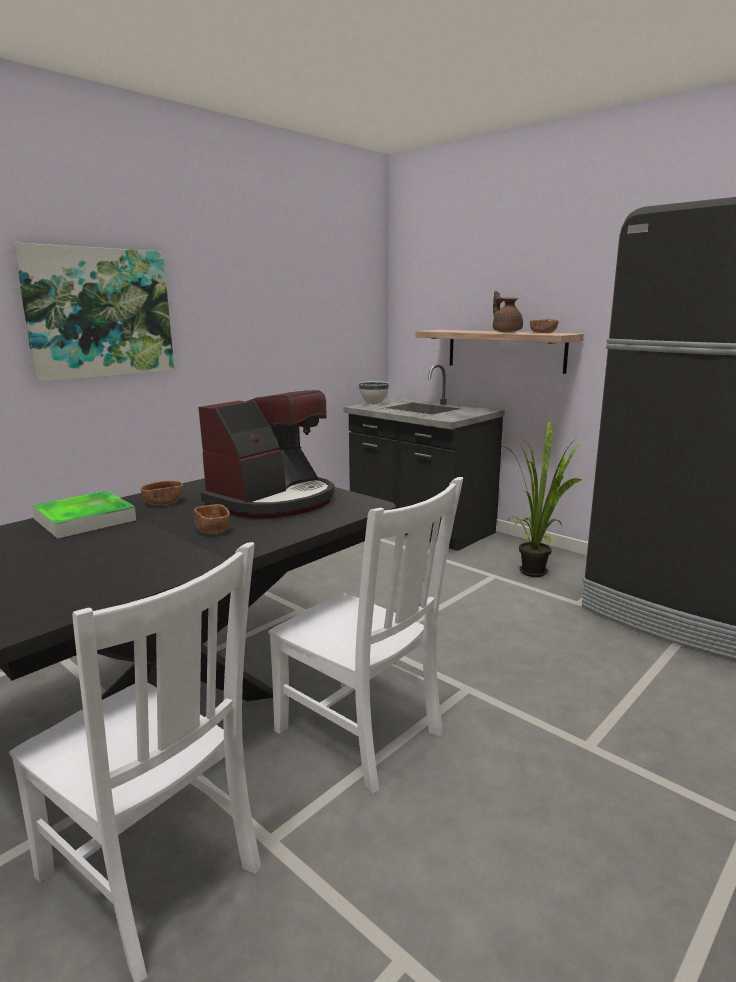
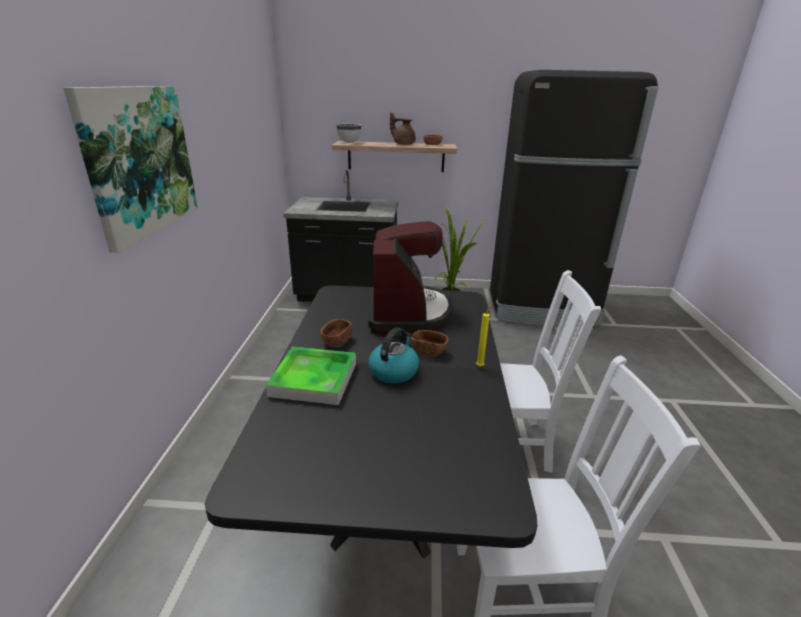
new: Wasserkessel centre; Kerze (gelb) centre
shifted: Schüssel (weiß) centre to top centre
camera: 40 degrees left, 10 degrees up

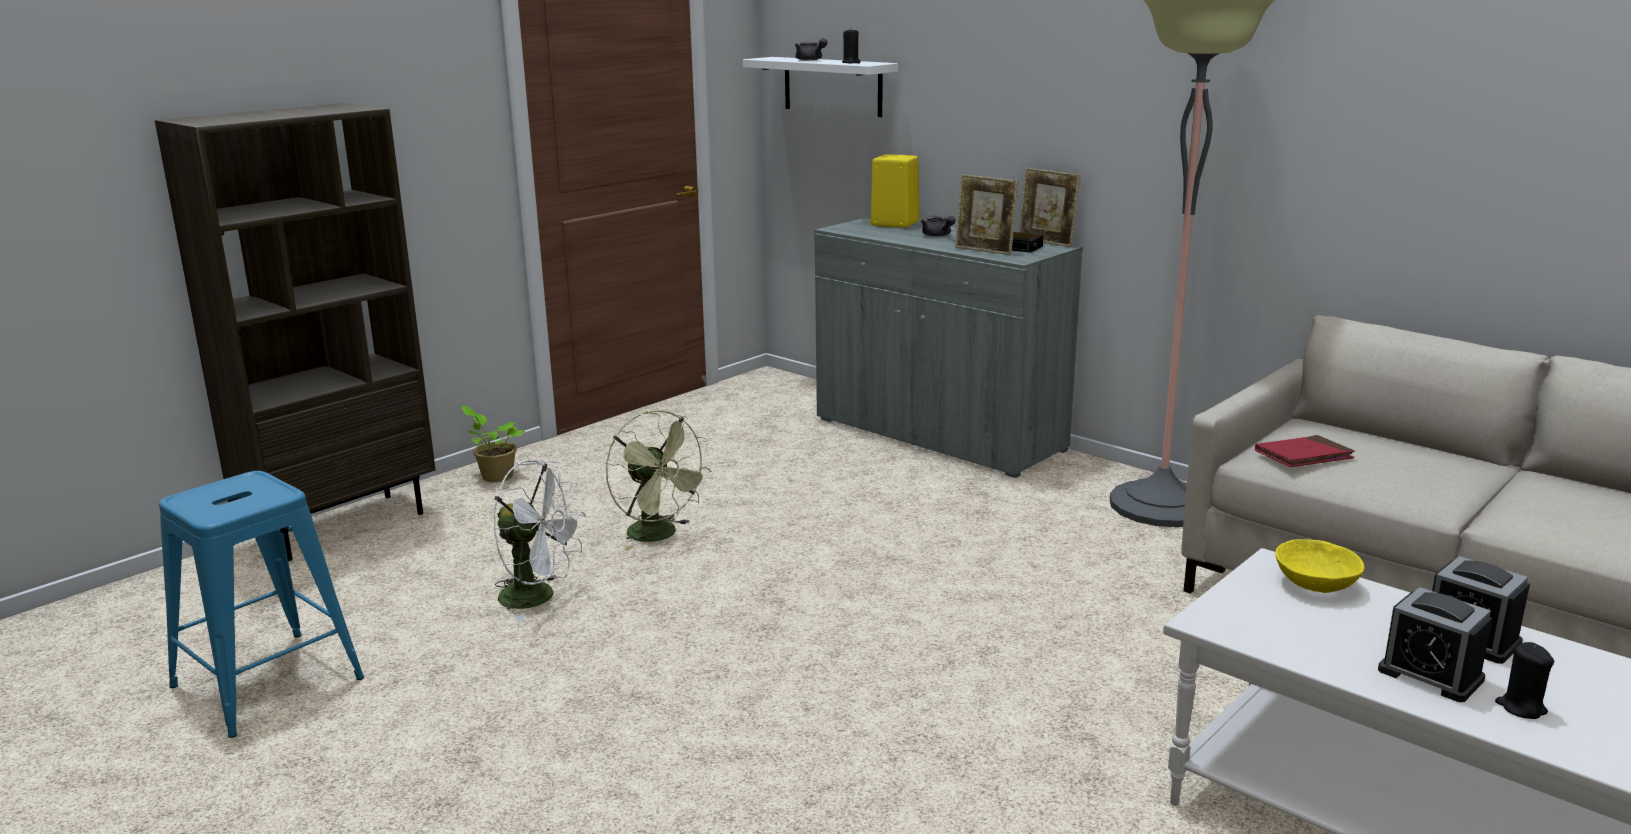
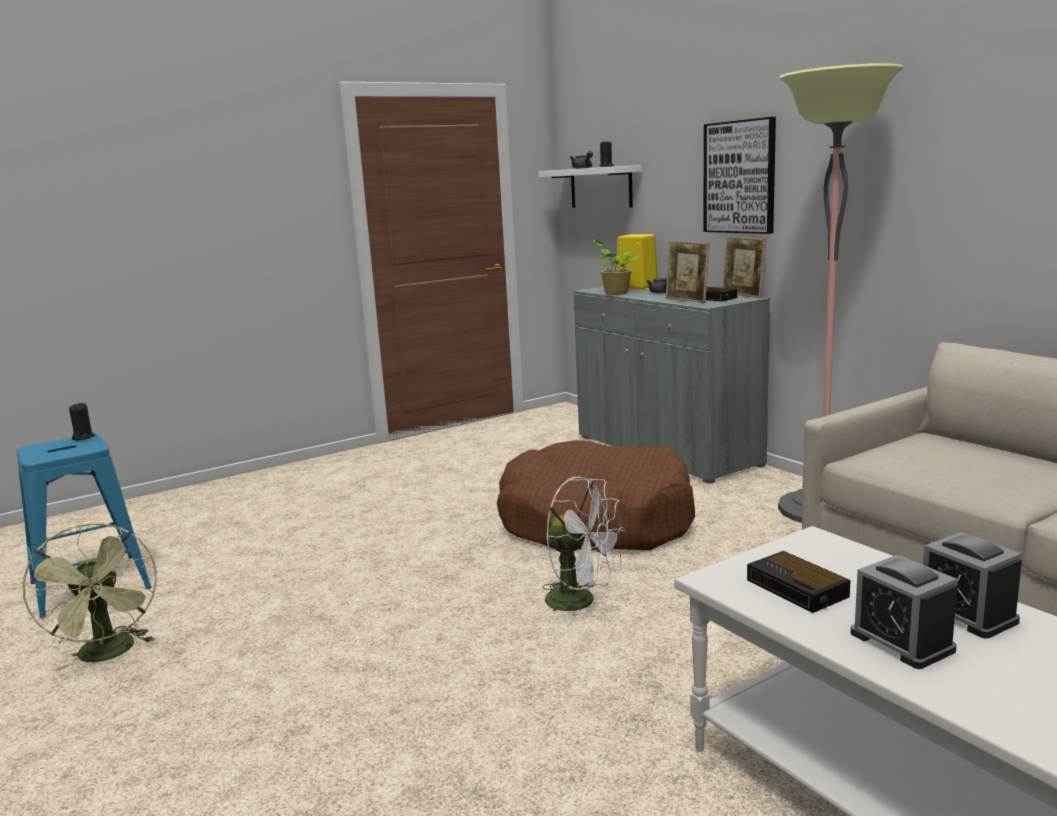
gone: Bücherregal (braun) middle left; Buch (rot) middle right; Schüssel (gelb) bottom right
new: Hundebett (braun) centre; Bild top right; Wecker (no. 2 from left) bottom right
shifted: Topfpflanze middle left to top centre; Ventilator (weiß) middle left to bottom centre; Ventilator (grün) centre to bottom left; Kerze (schwarz) (no. 2 from left in the first image) bottom right to Kerze (schwarz) (no. 1 from left) middle left
camera: 15 degrees right, 5 degrees down

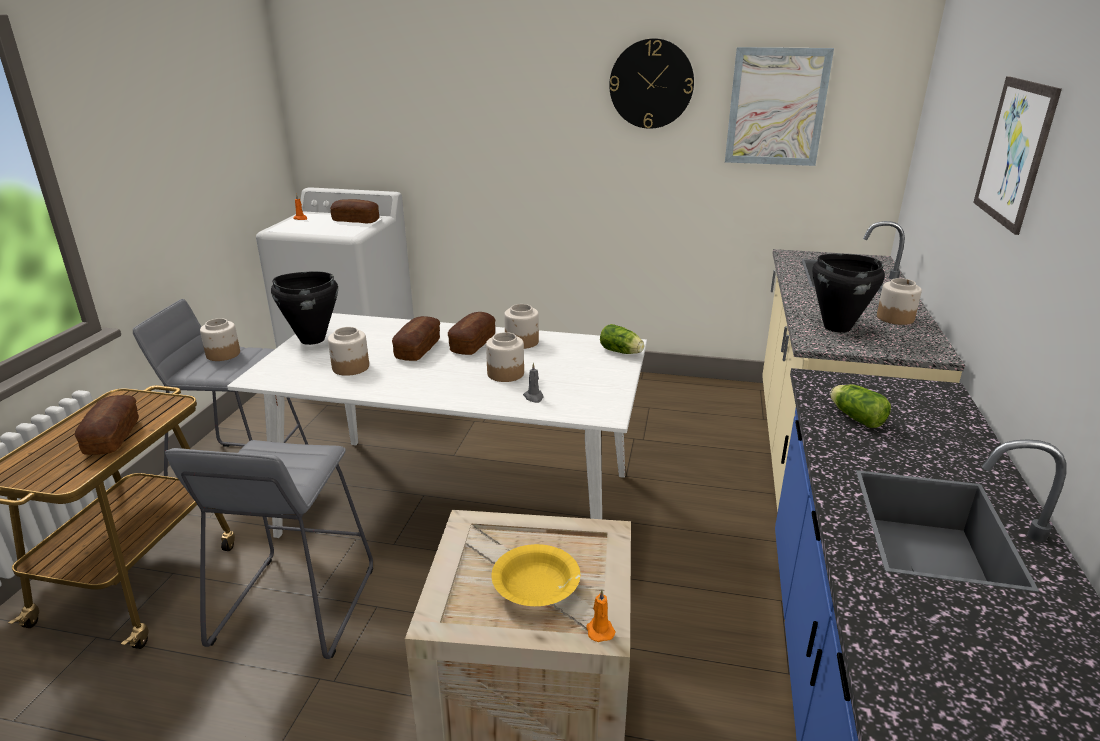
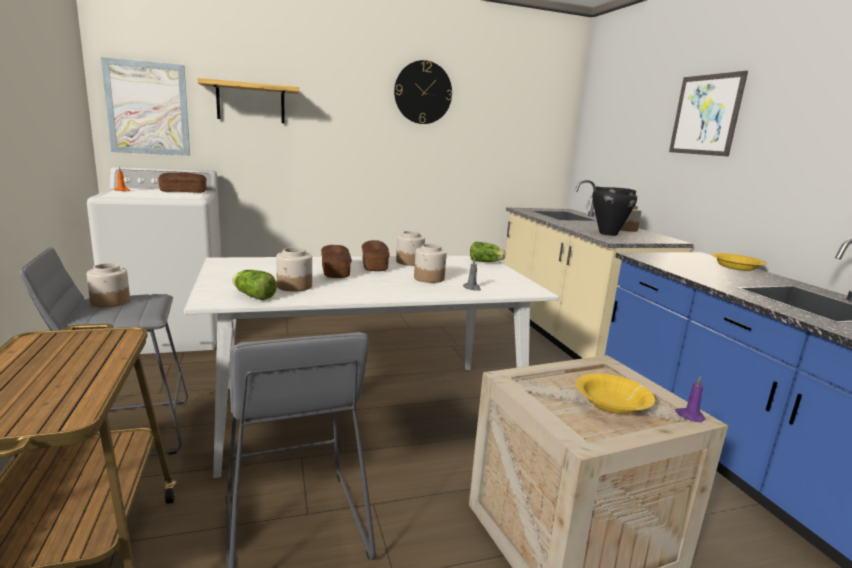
gone: Brot (no. 1 from left) middle left; Kochtopf (schwarz) (no. 1 from left) middle left
new: Wandregal top left; Schüssel (gelb) (no. 2 from left) middle right
shifted: Bild (no. 1 from left) top right to top left; Salatkopf (no. 2 from left in the first image) middle right to Salatkopf (no. 1 from left) middle left
repainted: Kerze (orange) (no. 2 from left) bottom centre to Kerze (lila) bottom right
camera: 30 degrees left, 10 degrees down

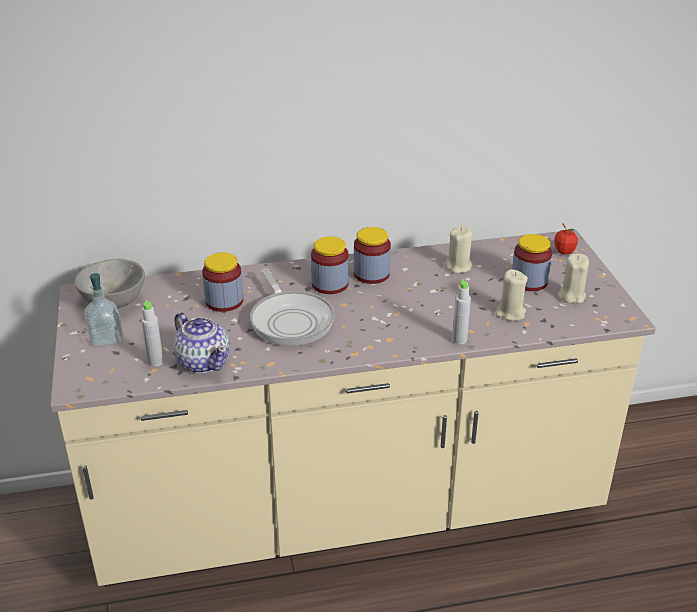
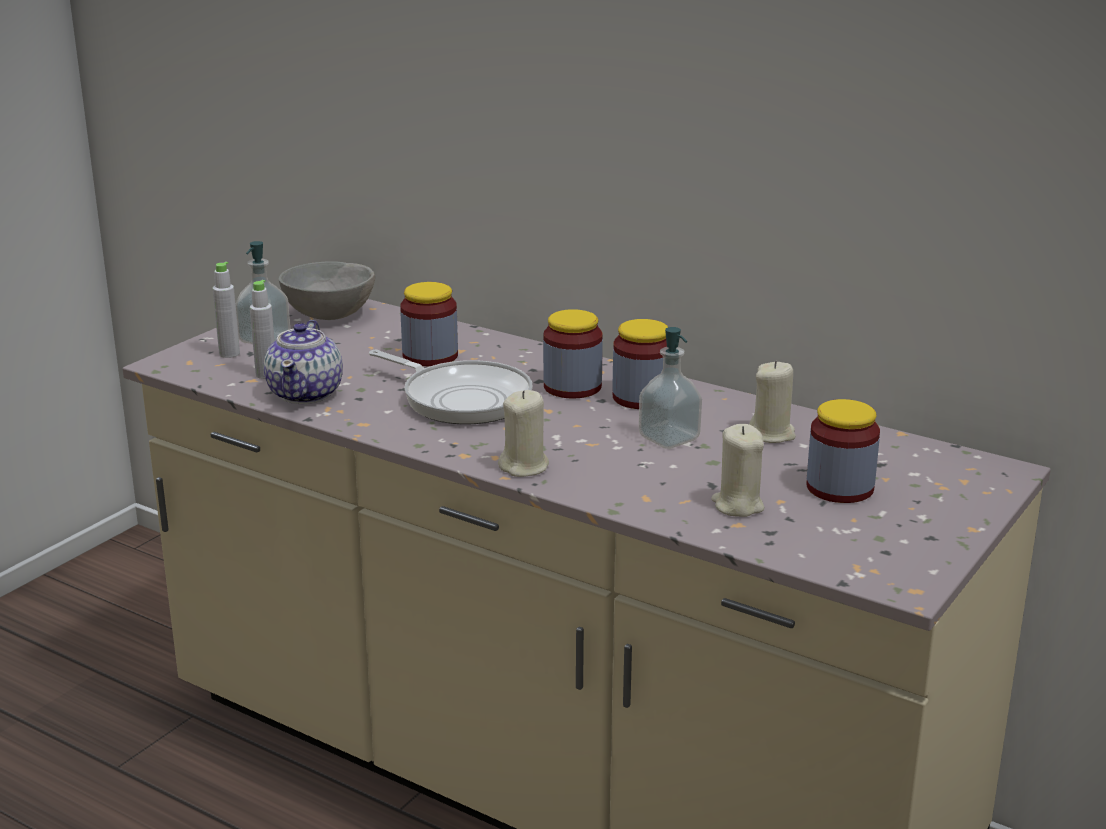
gone: Apfel middle right
new: Seifenspender (no. 2 from left) centre
shifted: Flasche (grau) (no. 2 from left in the first image) centre to Flasche (grau) (no. 1 from left) middle left; Kerze (beige) (no. 3 from left in the first image) middle right to Kerze (beige) (no. 1 from left) centre
rotated: Pfanne centre = centre 75 degrees counterclockwise
camera: 45 degrees right, 10 degrees down

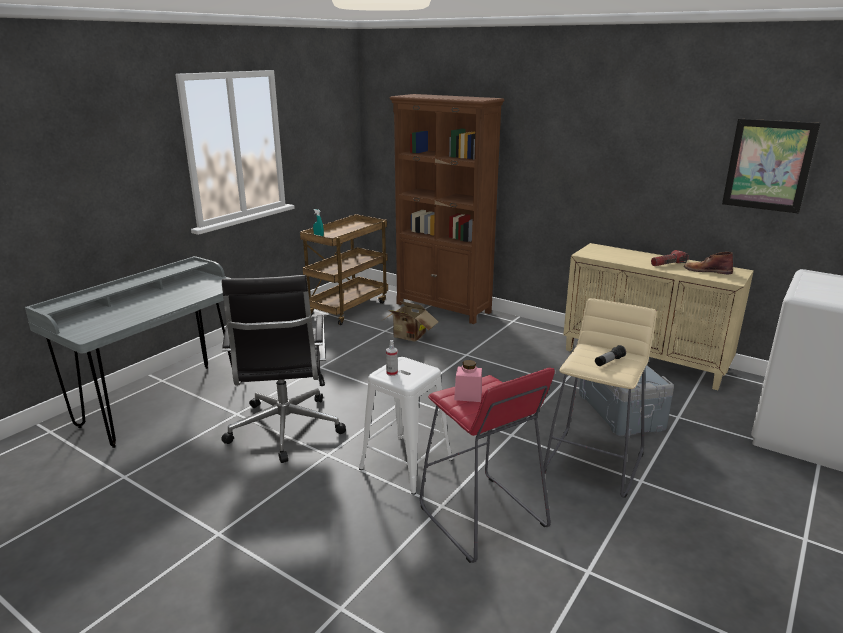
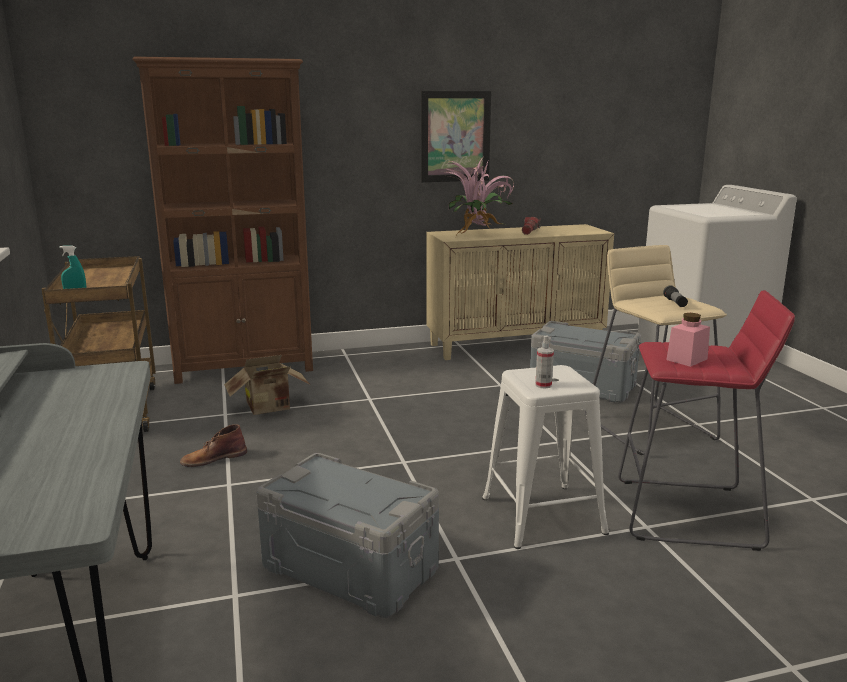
new: Topfpflanze top centre
shifted: Stiefel (braun) middle right to middle left; Bild top right to top centre
swapped: Bürostuhl (schwarz) centre to Aufbewahrungsbox (grau) (no. 1 from left) bottom centre
camera: 50 degrees left, 5 degrees down

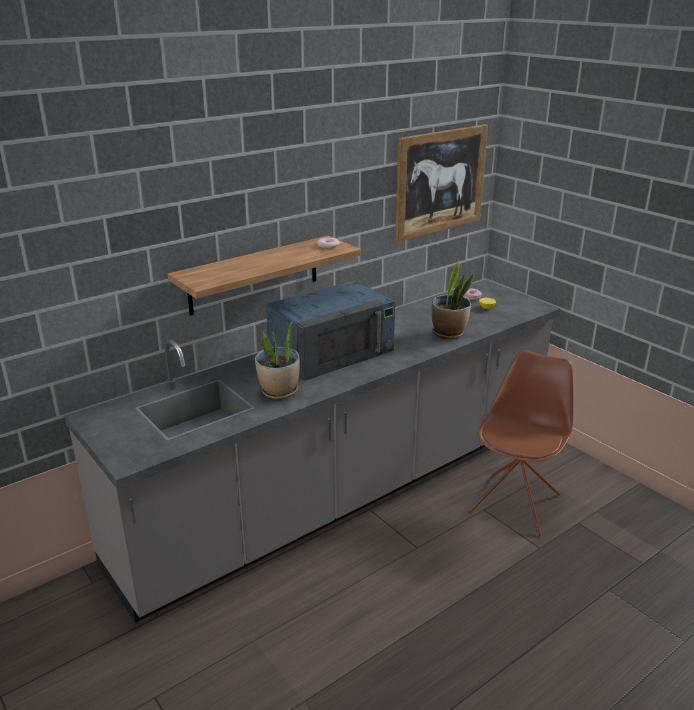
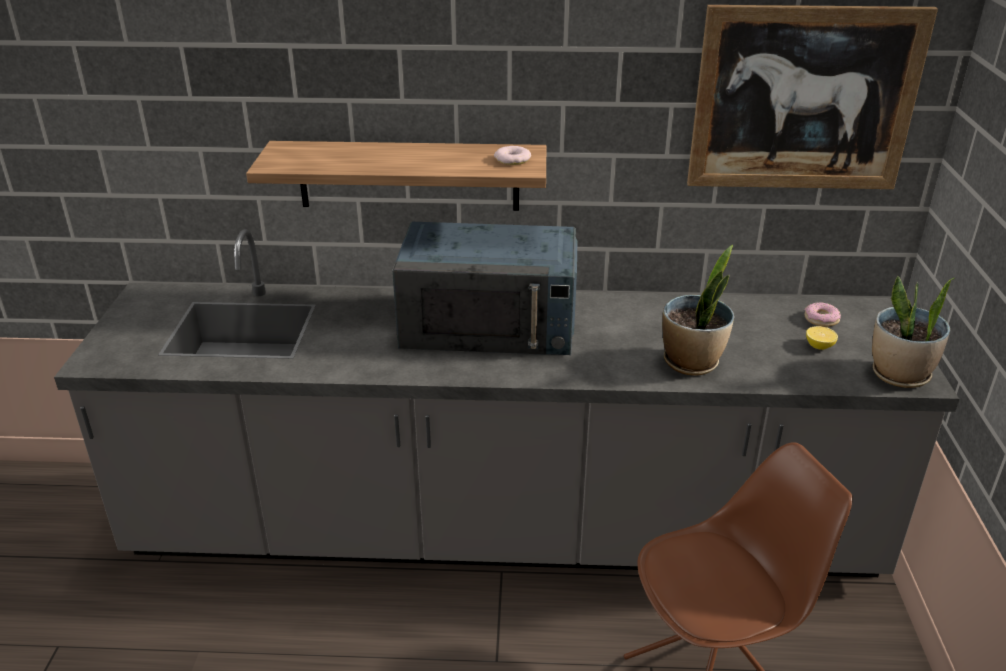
shifted: Topfpflanze (no. 1 from left in the first image) centre to Topfpflanze (no. 2 from left) middle right
camera: 40 degrees right, 5 degrees up

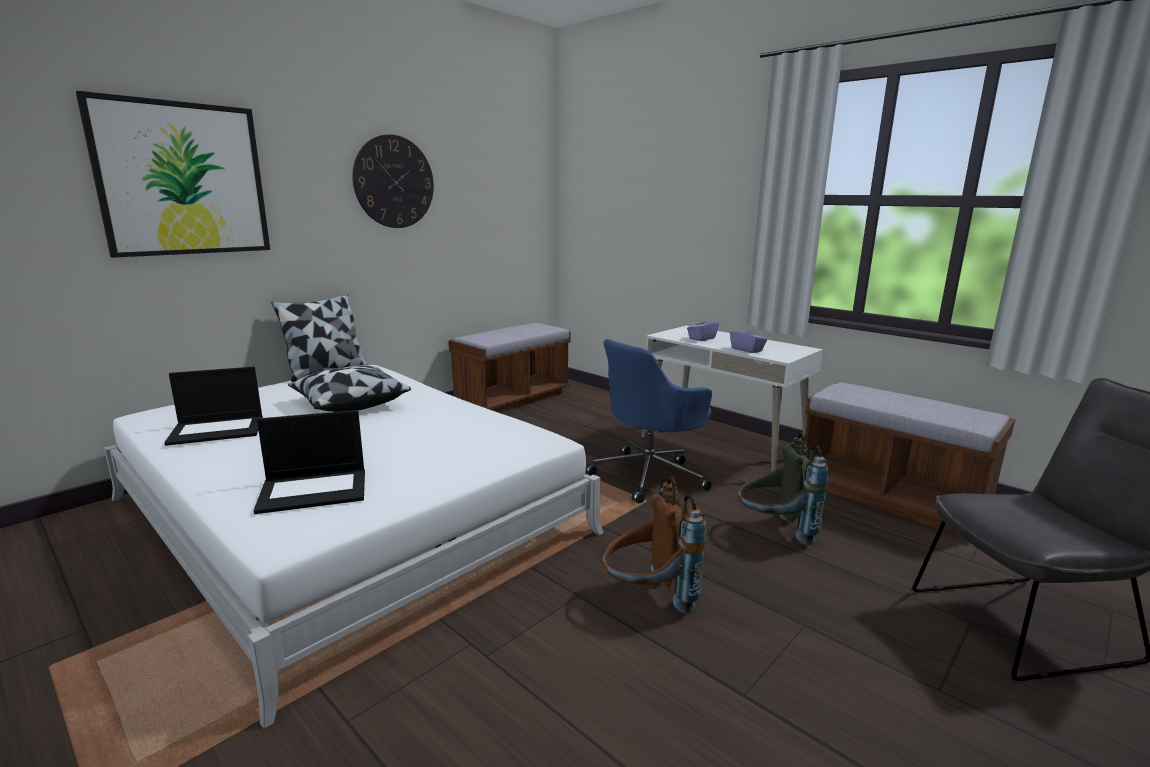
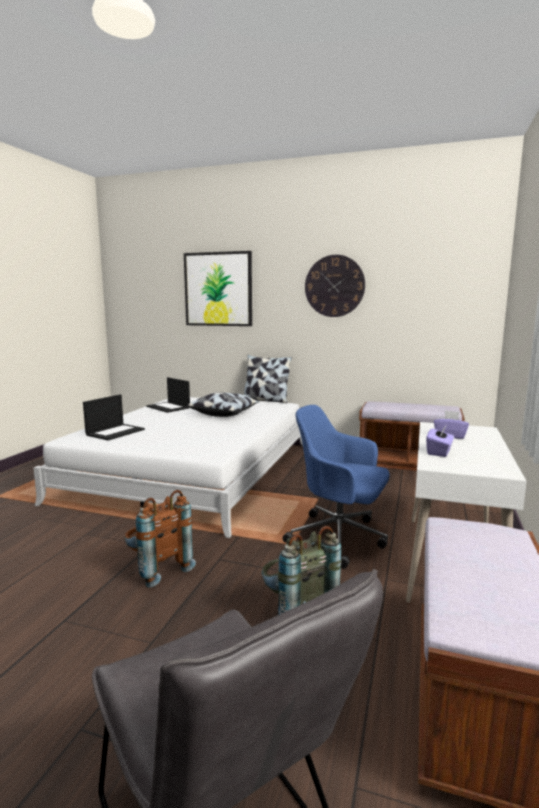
rotated: Laptop (no. 2 from left in the first image) middle left = middle left 105 degrees counterclockwise
camera: 65 degrees right, 5 degrees down

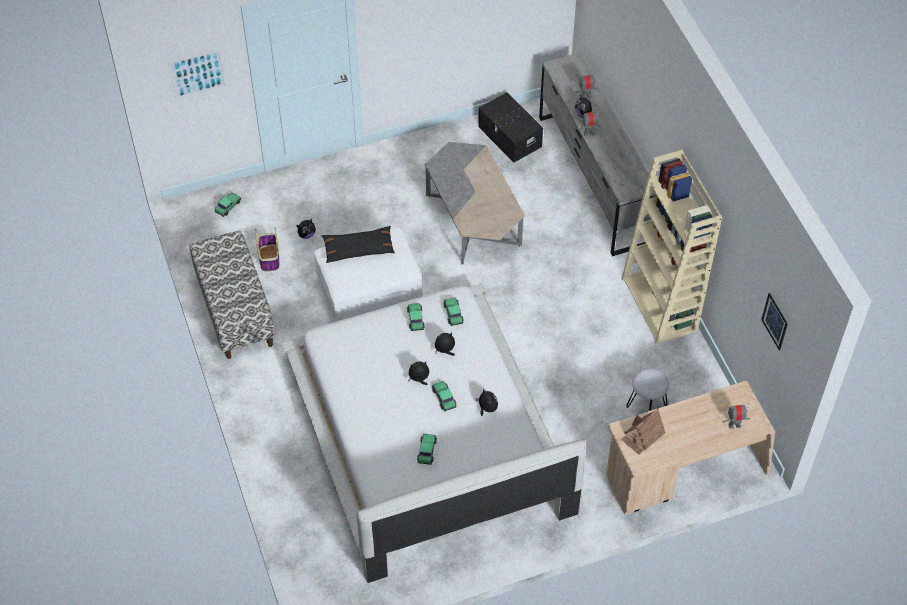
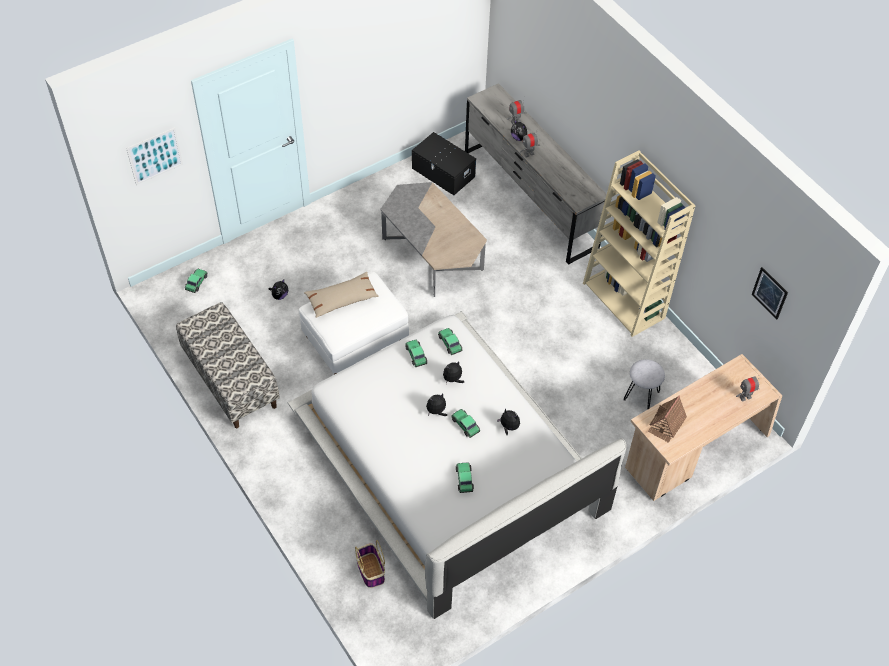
shifted: Korb middle left to bottom centre
repainted: Kissen (schwarz) centre to Kissen (beige) centre
camera: 15 degrees left, 0 degrees up

